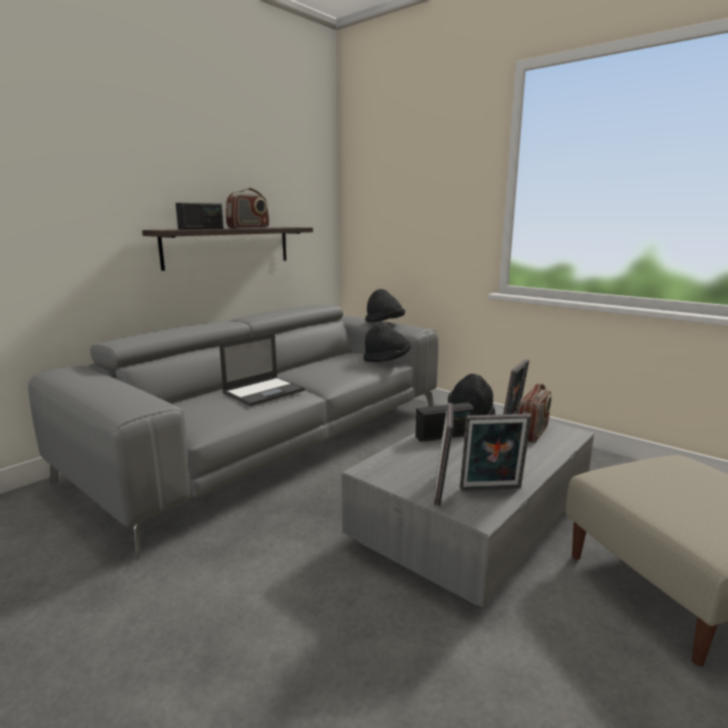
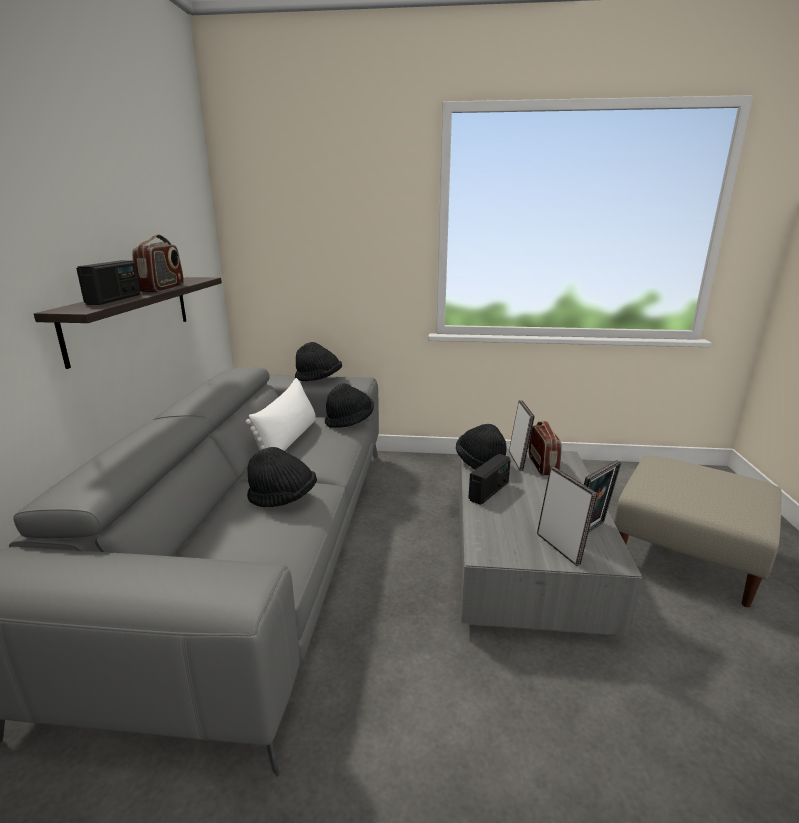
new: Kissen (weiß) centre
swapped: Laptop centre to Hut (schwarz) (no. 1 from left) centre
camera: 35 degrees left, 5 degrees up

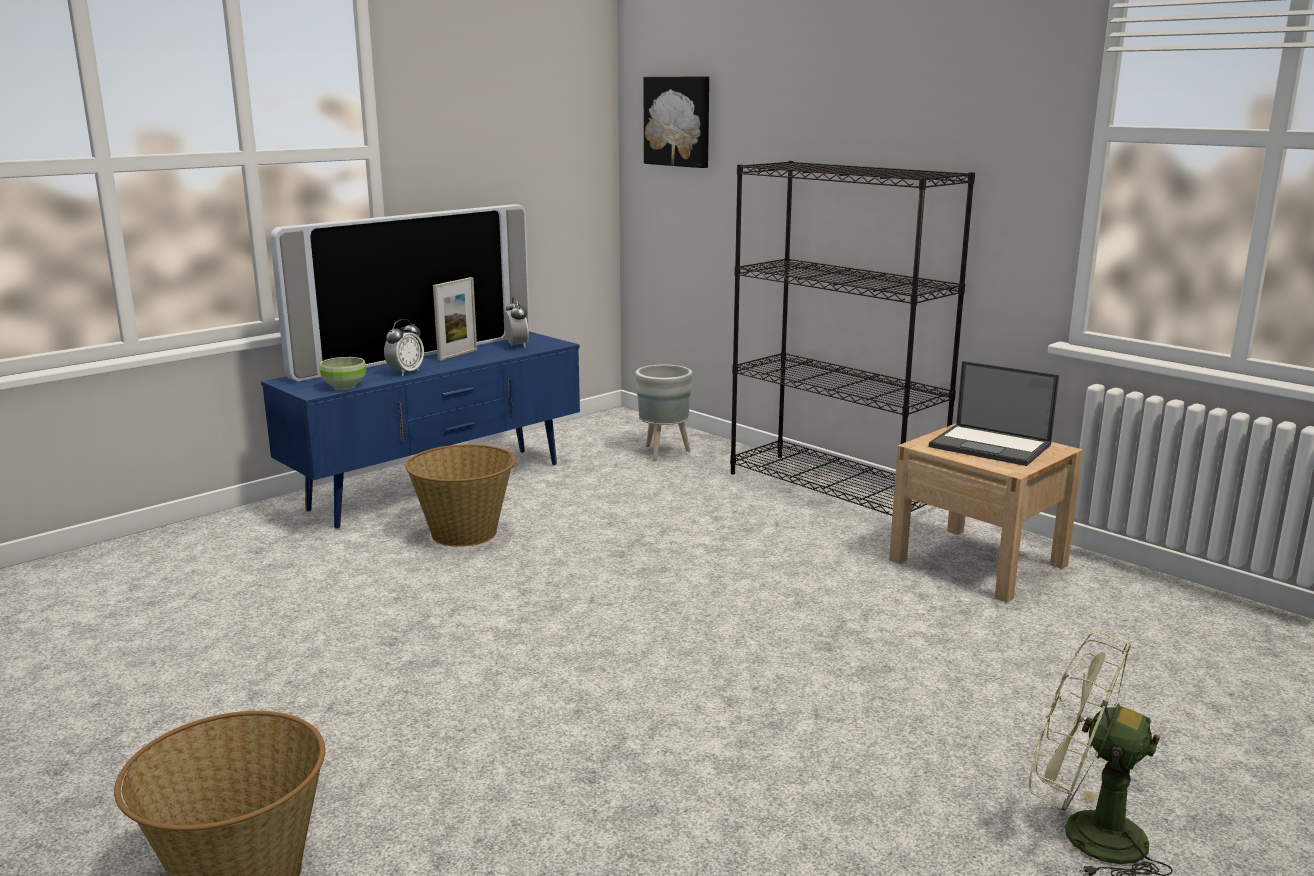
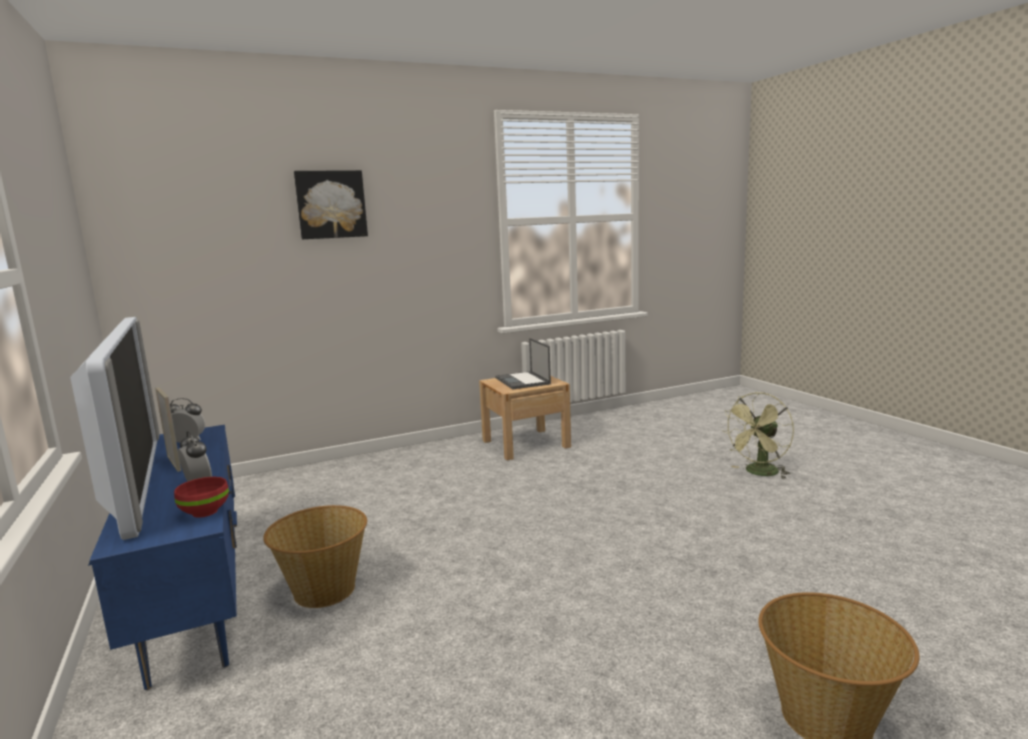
gone: Pflanzkübel (grau) centre; Bücherregal (schwarz) centre
shifted: Bild top centre to top left
repainted: Schüssel (grün) middle left to Schüssel (rot) bottom left
rotated: Laptop middle right = centre 105 degrees clockwise
camera: 70 degrees left, 5 degrees down

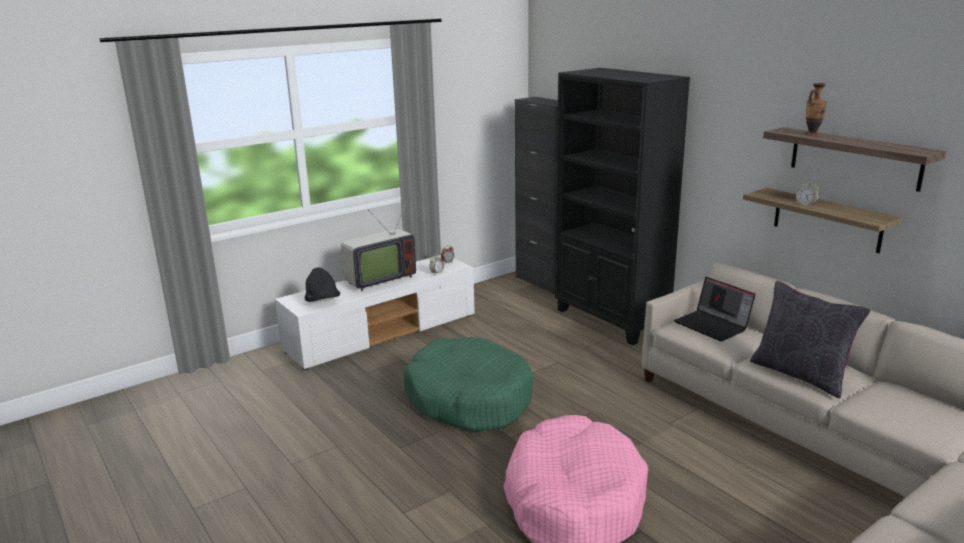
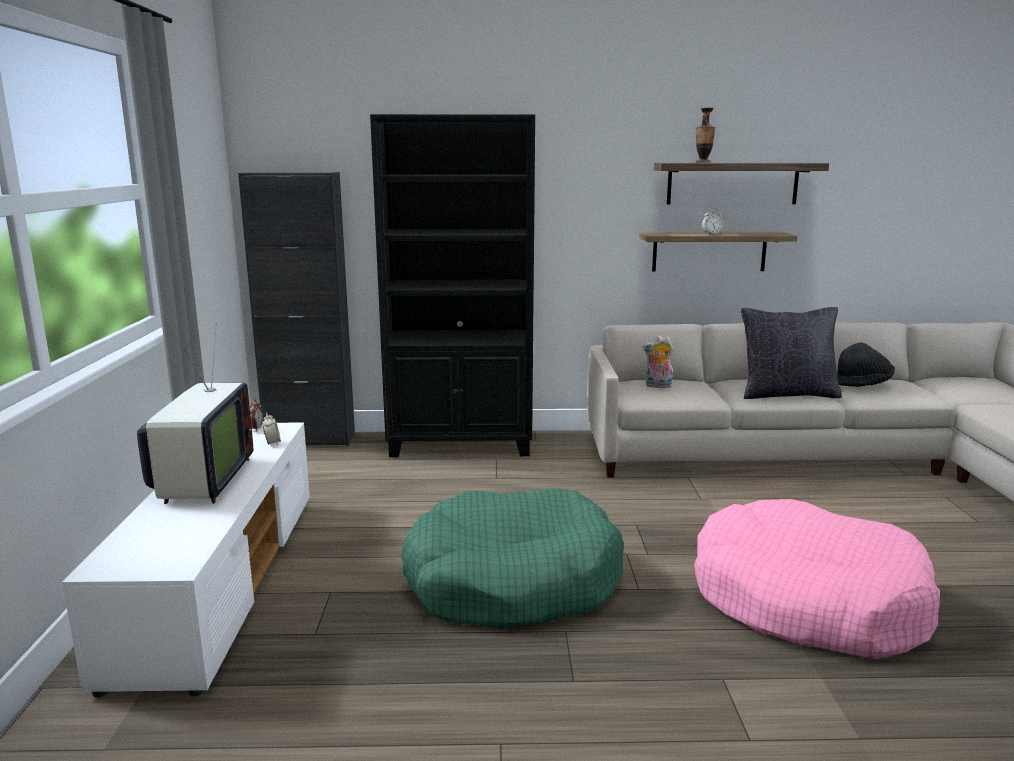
shifted: Hut (schwarz) centre to middle right
swapped: Laptop middle right to Plüschtier centre
camera: 55 degrees left, 5 degrees down

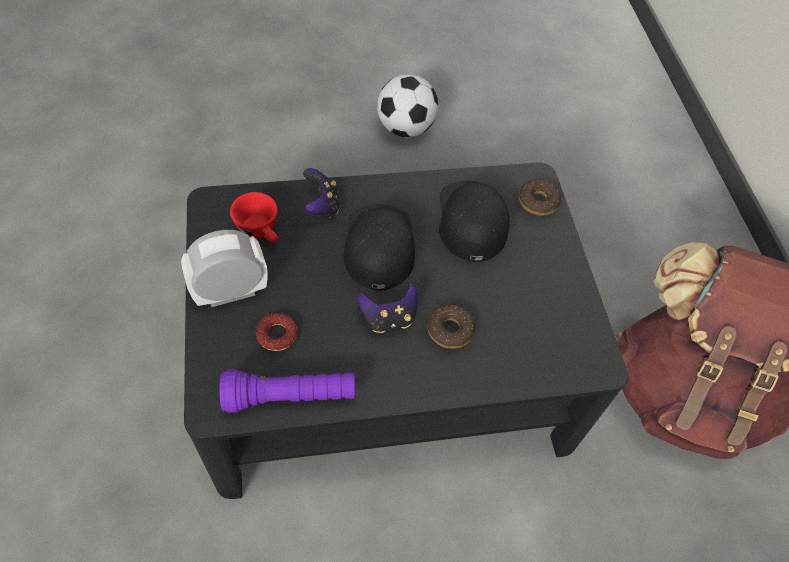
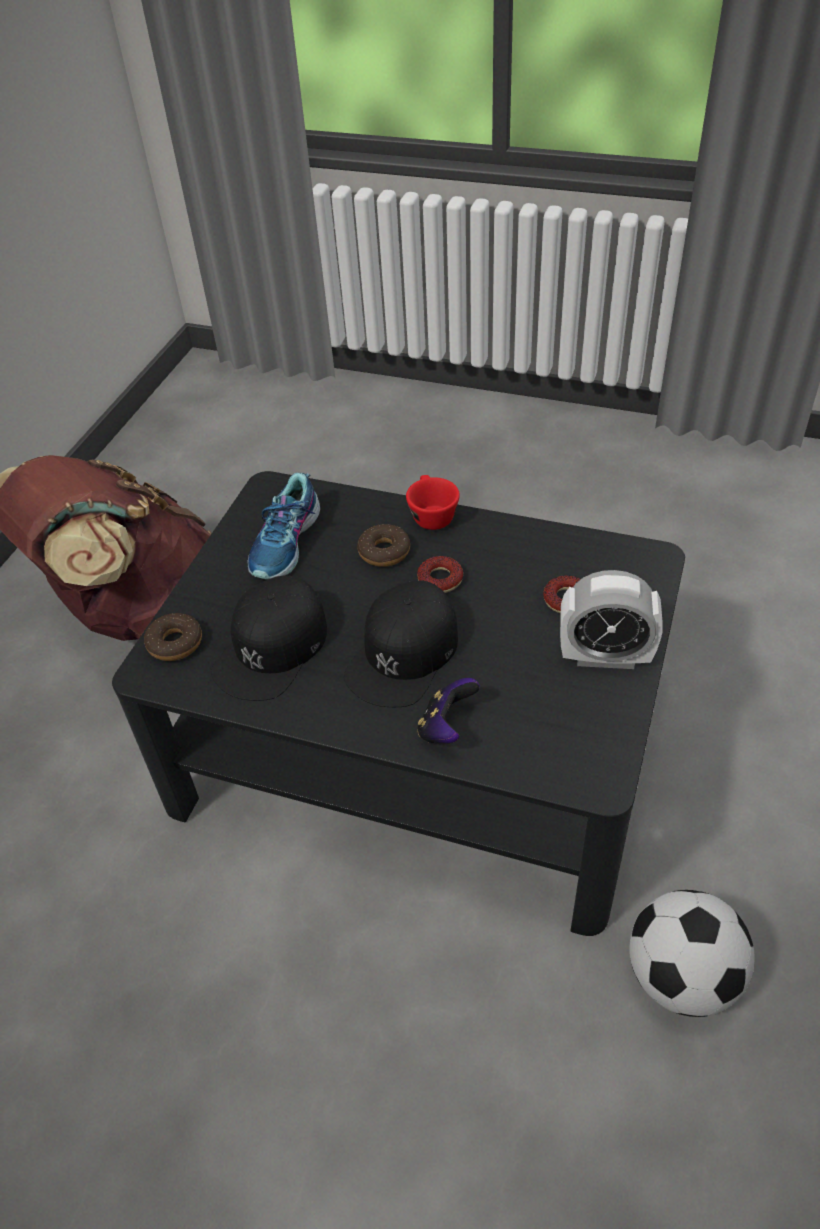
gone: Taschenlampe (lila) bottom centre
new: Schuh centre
shifted: Tasse (rot) middle left to centre; Fußball top centre to bottom right
swapped: Gamepad (no. 2 from left) centre to Donut (no. 3 from left) centre
camera: 145 degrees left, 10 degrees down

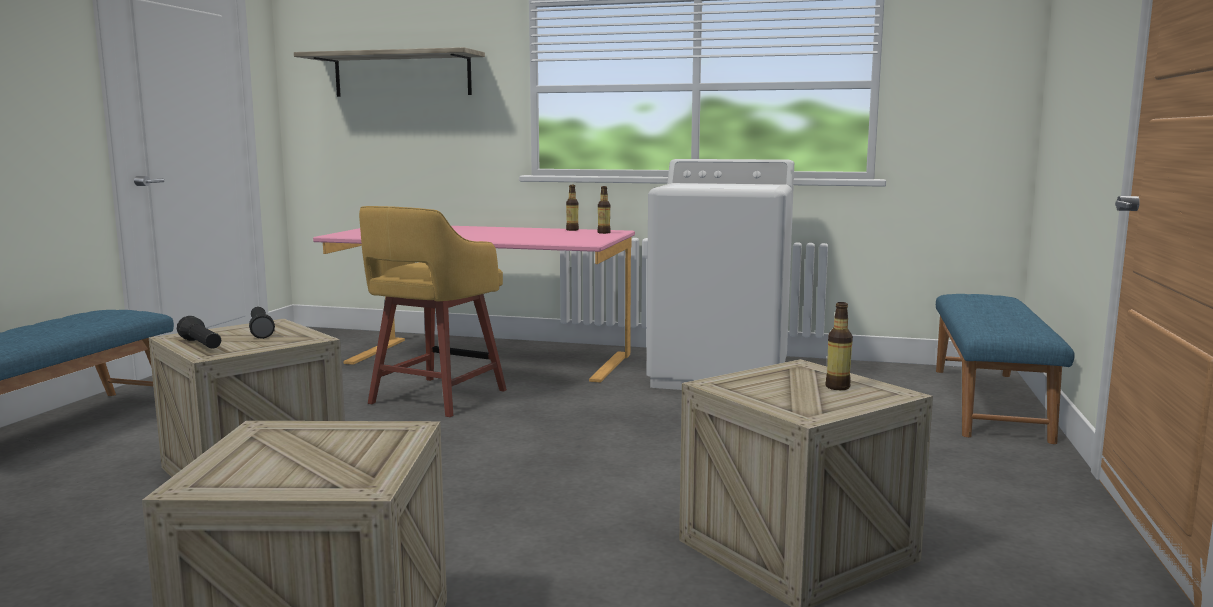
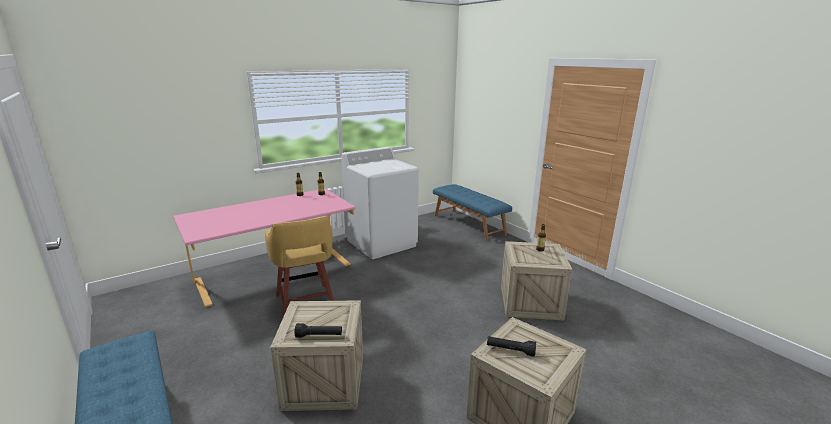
gone: Wandregal top left
shifted: Taschenlampe (schwarz) (no. 2 from left) middle left to bottom centre
camera: 50 degrees left, 10 degrees up

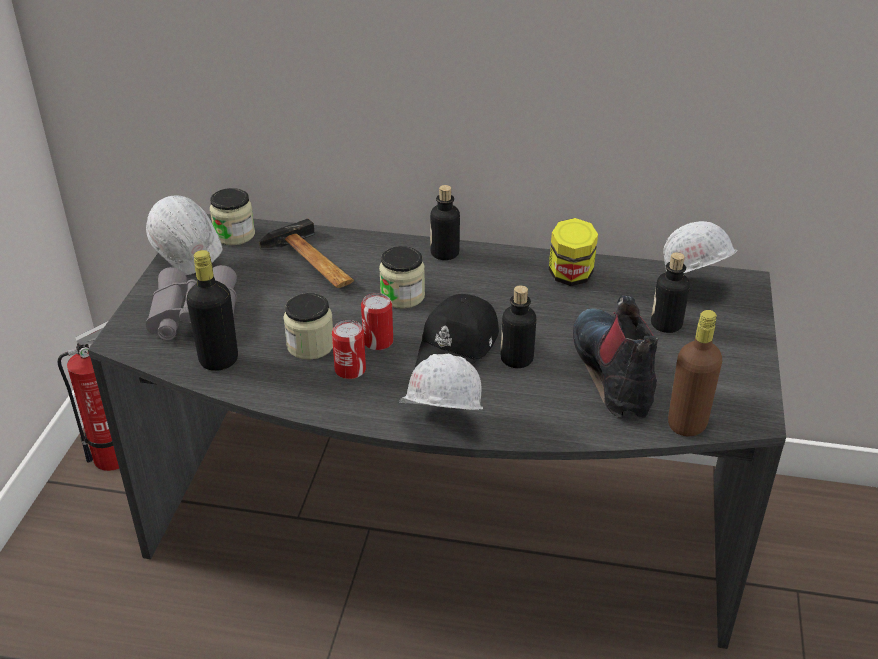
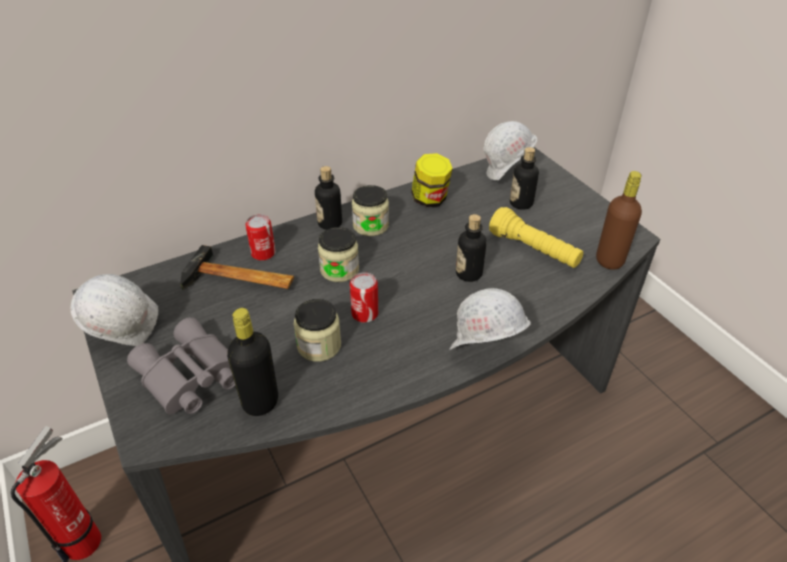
gone: Kappe (schwarz) centre
shifted: Vorratsglas (no. 1 from left in the first image) top left to Vorratsglas (no. 3 from left) centre; Dose (no. 1 from left) centre to middle left
swapped: Stiefel middle right to Taschenlampe (gelb) middle right
camera: 40 degrees left, 5 degrees up

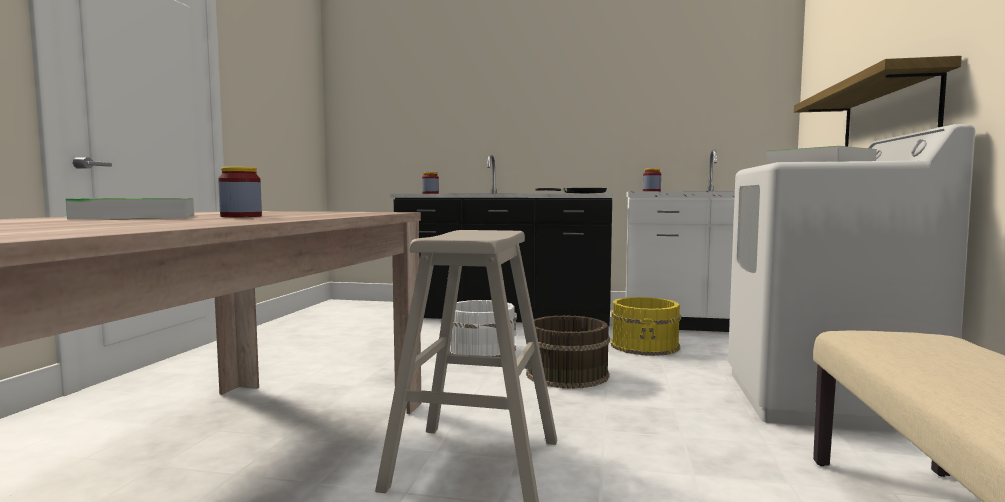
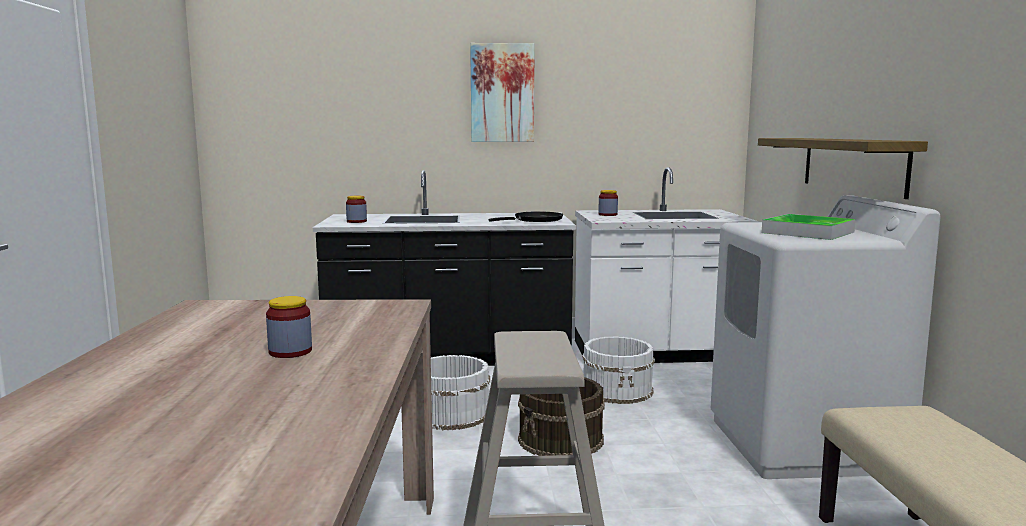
gone: Tablett (no. 1 from left) middle left
new: Bild top centre
repainted: Eimer (gelb) centre to Eimer (weiß) (no. 2 from left) bottom centre
camera: 15 degrees left, 5 degrees up

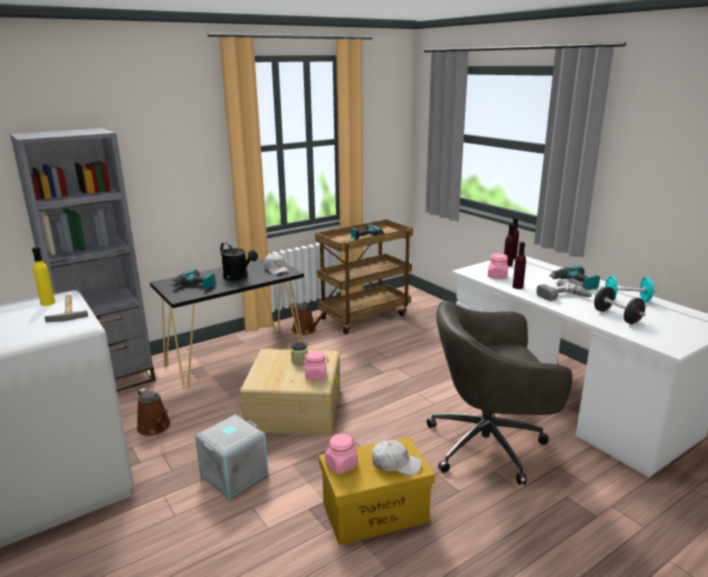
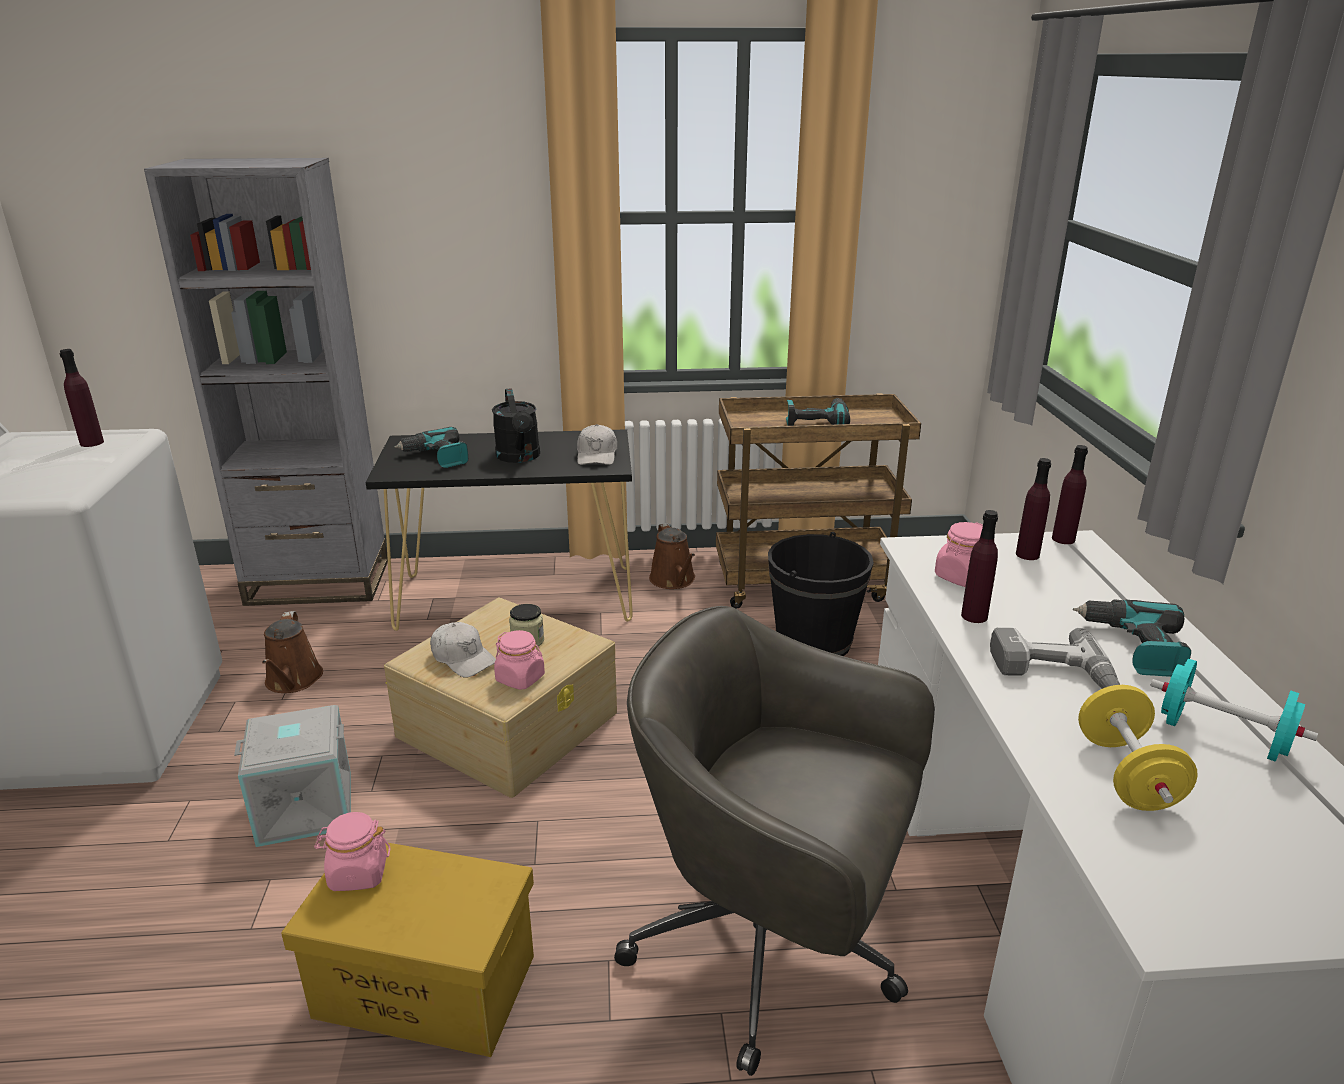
gone: Hammer middle left
new: Eimer (schwarz) centre
shifted: Kappe (weiß) (no. 2 from left in the first image) bottom centre to Kappe (weiß) (no. 1 from left) centre
repainted: Flasche (gelb) middle left to Flasche (lila) (no. 1 from left) middle left; Hantel (schwarz) middle right to Hantel (gelb) bottom right
camera: 30 degrees right, 5 degrees up

